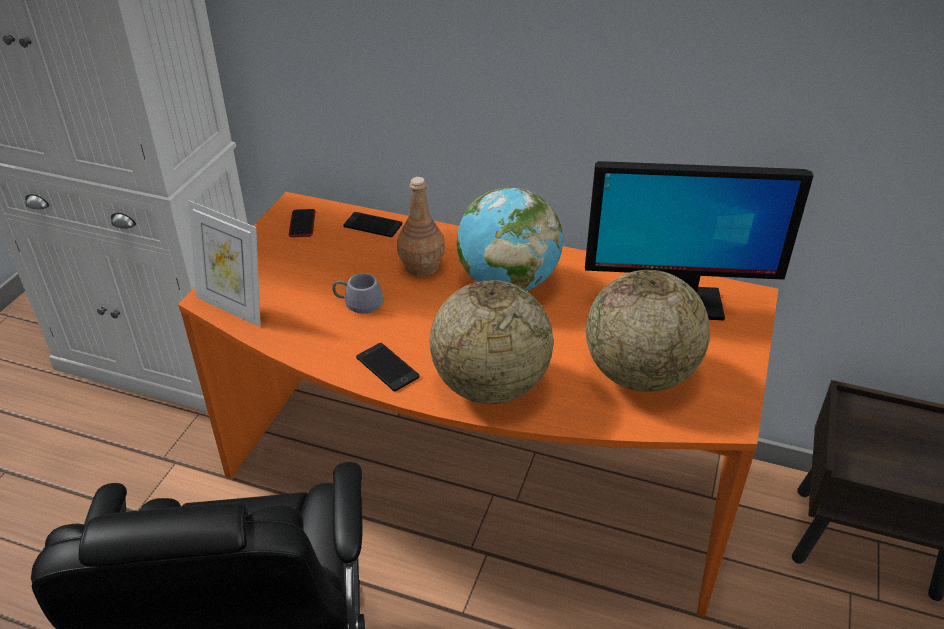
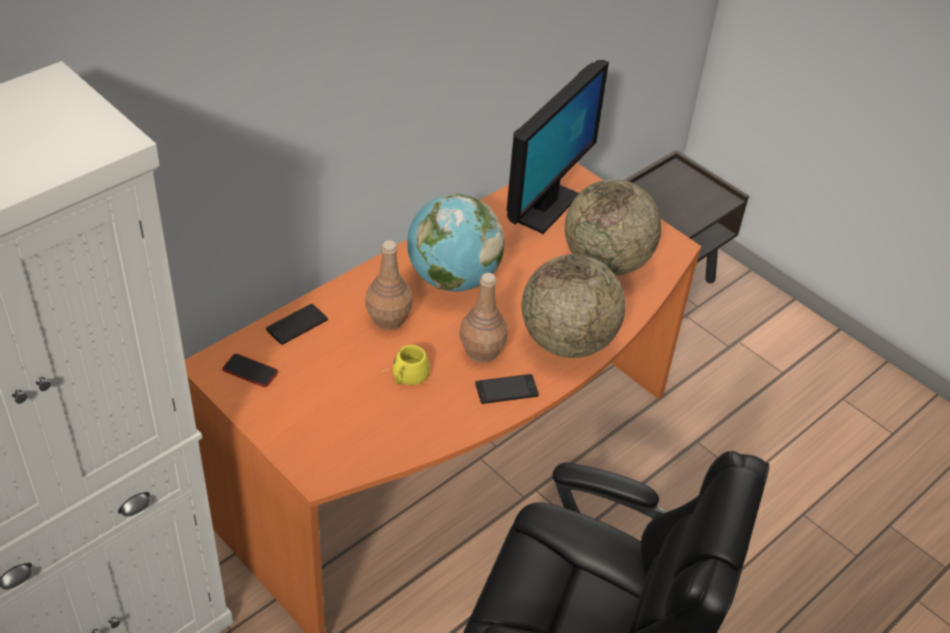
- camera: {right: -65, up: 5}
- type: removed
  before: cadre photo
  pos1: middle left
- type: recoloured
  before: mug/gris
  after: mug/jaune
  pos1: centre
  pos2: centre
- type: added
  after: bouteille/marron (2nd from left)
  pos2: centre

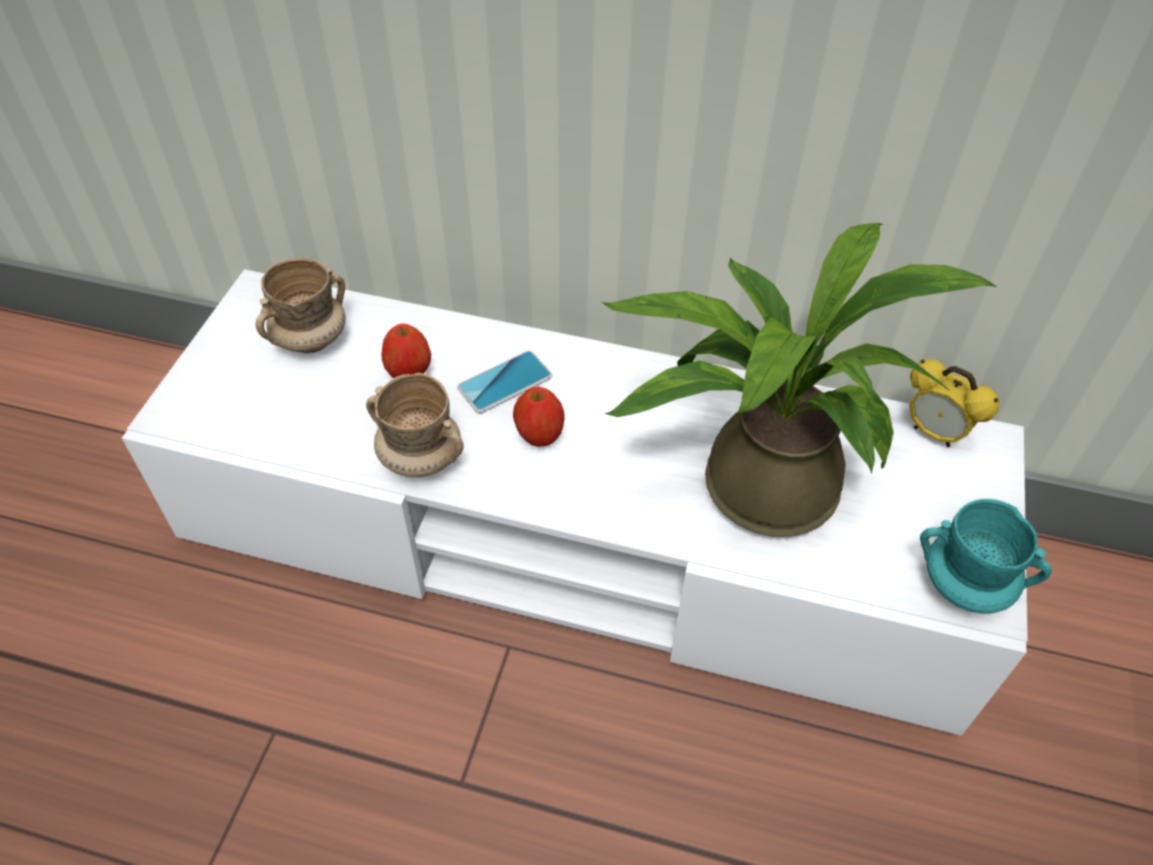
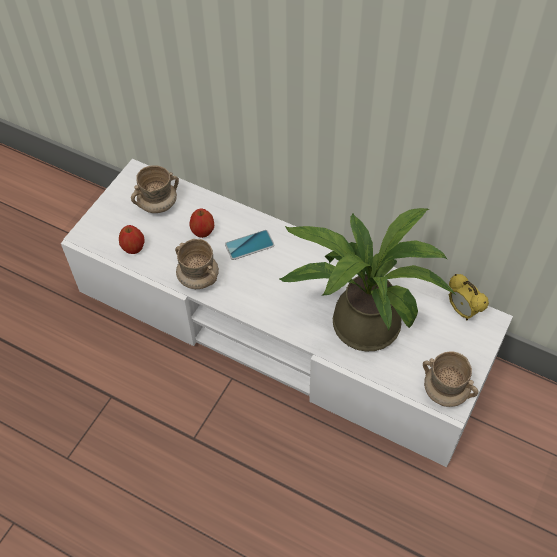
- camera: {right: 15, up: 5}
- type: moved
  before: pomme (2nd from left in the first image)
  after: pomme (1st from left)
  pos1: centre
  pos2: middle left
- type: recoloured
  before: mug/turquoise
  after: mug/beige (3rd from left)
  pos1: middle right
  pos2: bottom right

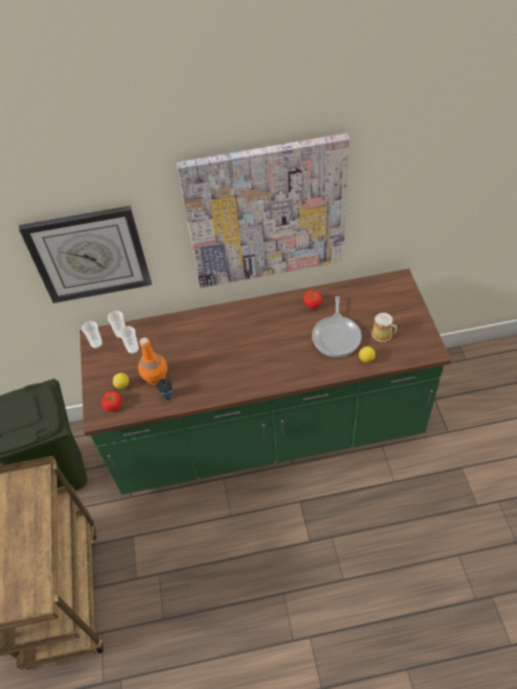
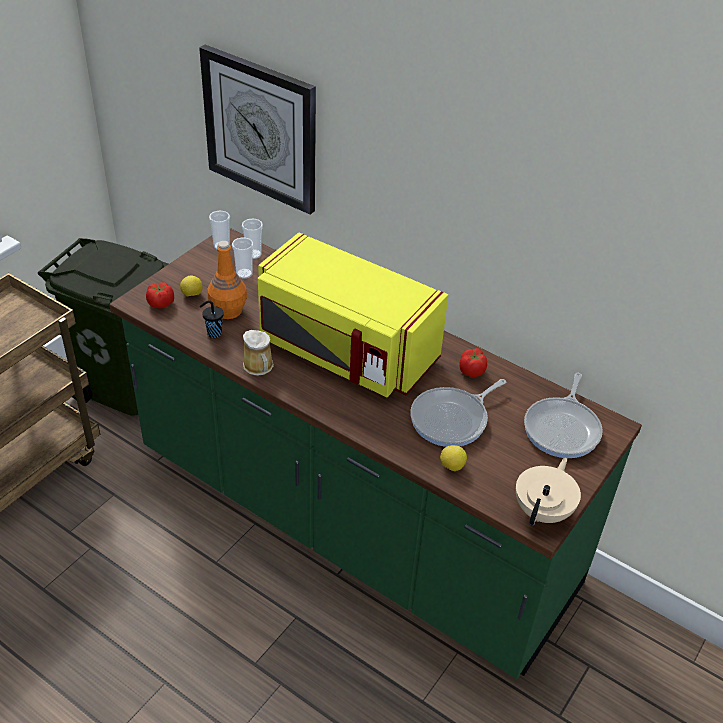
- camera: {right: 40, up: -10}
- type: removed
  before: tableau
  pos1: top centre
- type: moved
  before: mug
  pos1: middle right
  pos2: centre
- type: added
  after: micro-ondes/jaune
  pos2: centre
- type: added
  after: poêle (2nd from left)
  pos2: middle right
- type: added
  after: théière/beige
  pos2: bottom right

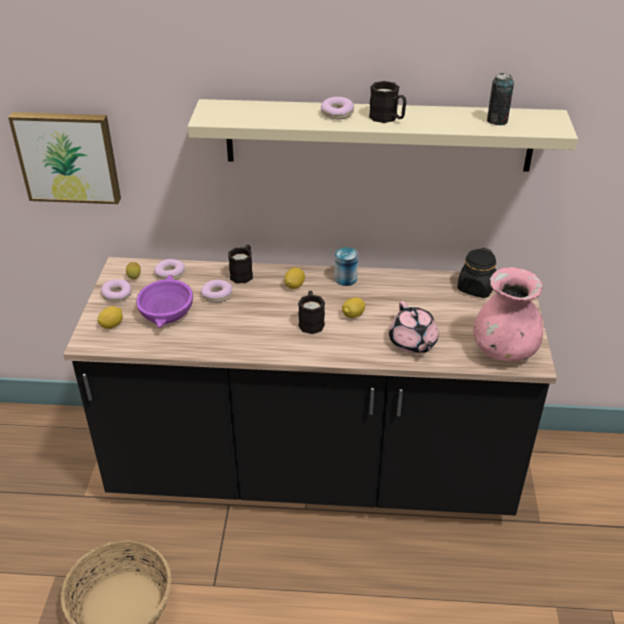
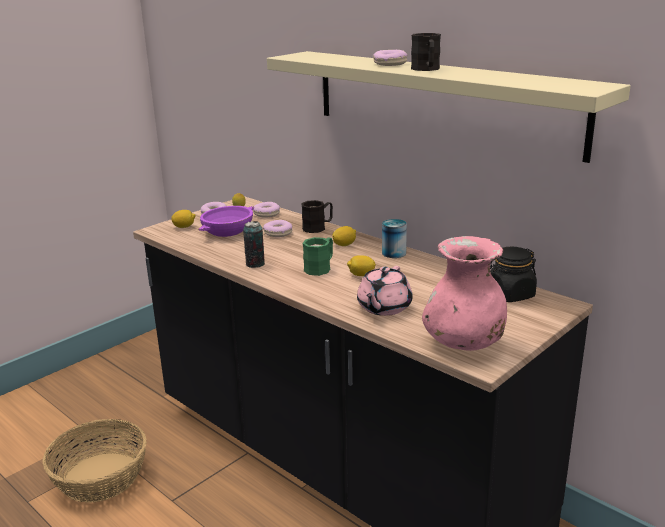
- camera: {right: 40, up: -15}
- type: moved
  before: boîte métallique (2nd from left in the first image)
  after: boîte métallique (1st from left)
  pos1: top right
  pos2: centre
- type: removed
  before: tableau
  pos1: top left
- type: recoloured
  before: mug/noir (2nd from left)
  after: mug/vert
  pos1: centre
  pos2: centre

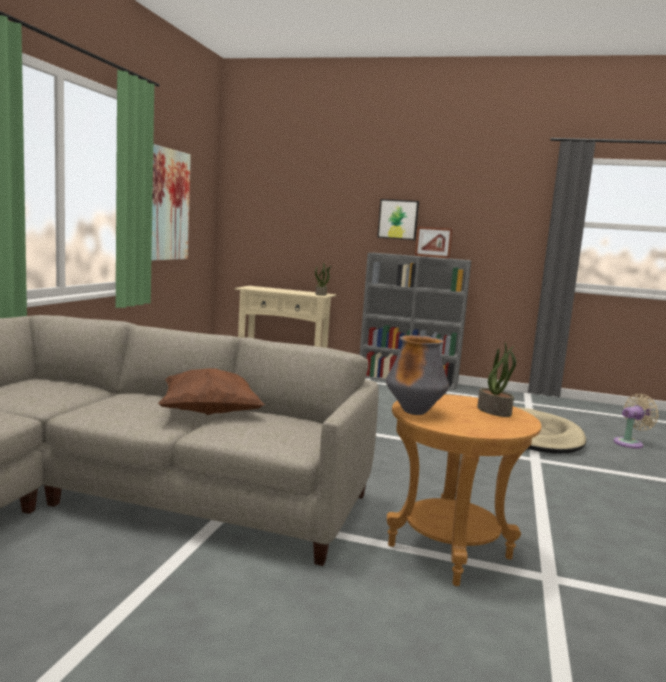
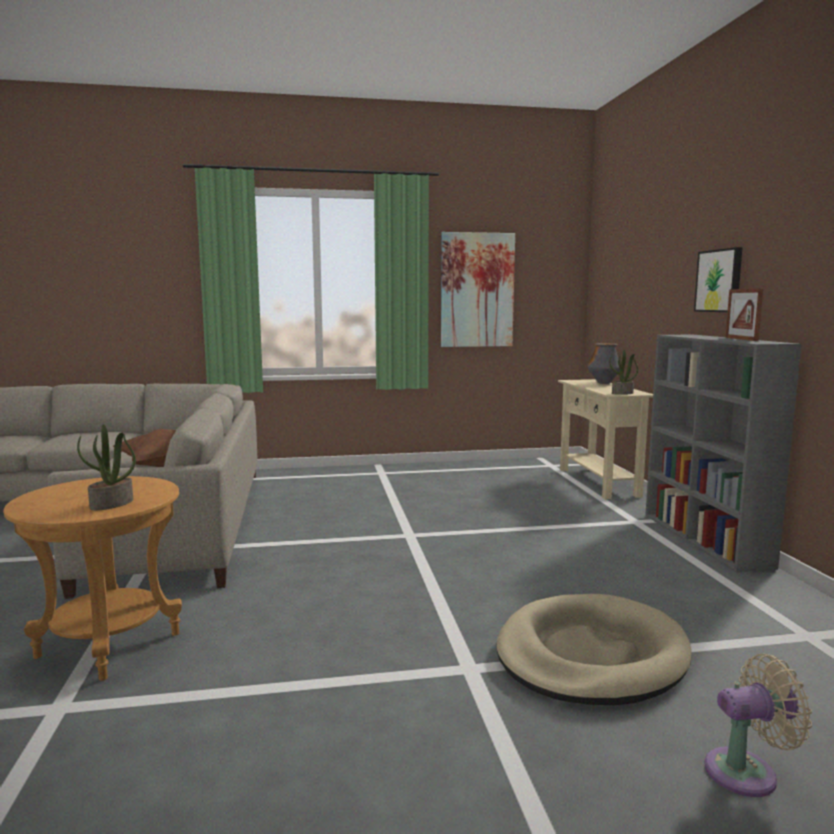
- camera: {right: 65, up: 0}
- type: moved
  before: vase
  pos1: centre
  pos2: middle right
- type: turned
  before: ventilateur/beige
  pos1: middle right
  pos2: bottom right
  turn: -45

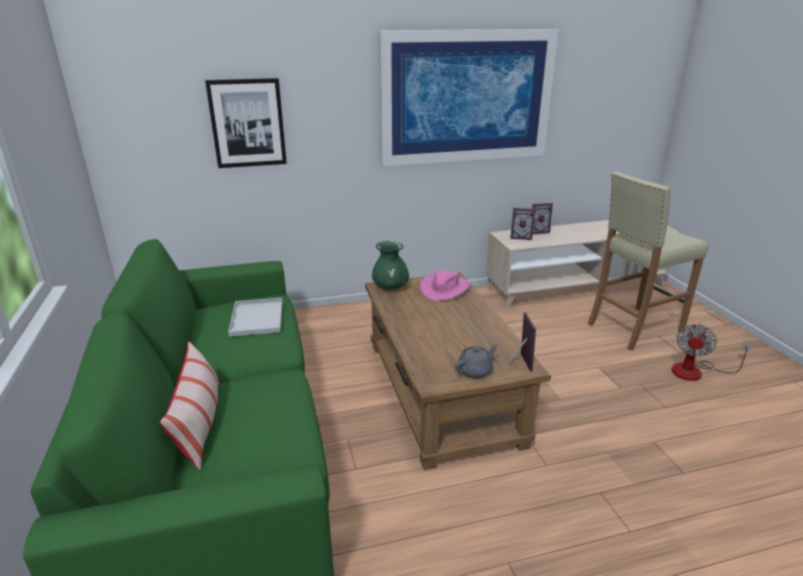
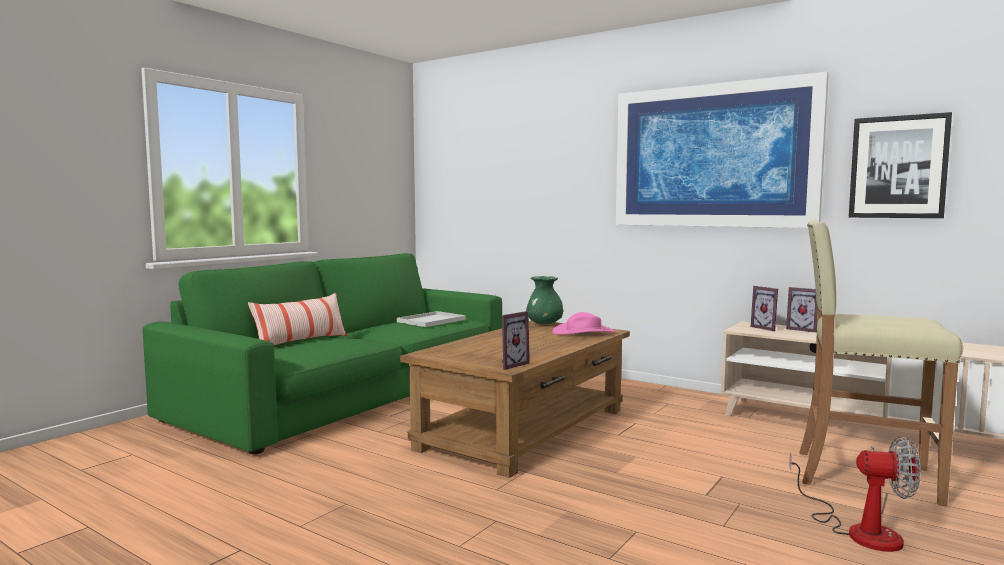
- camera: {right: 50, up: -20}
- type: moved
  before: tableau (1st from left in the first image)
  after: tableau (2nd from left)
  pos1: top left
  pos2: top right
- type: turned
  before: ventilateur
  pos1: middle right
  pos2: bottom right
  turn: -150
- type: removed
  before: théière/gris
  pos1: centre

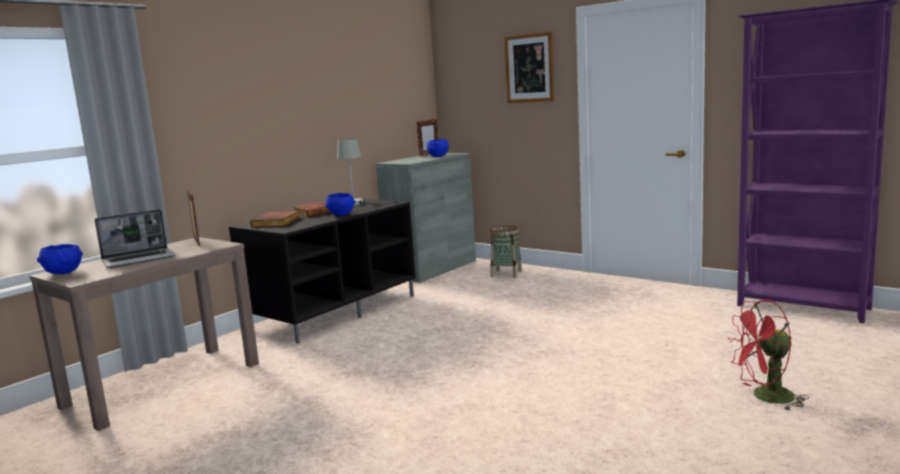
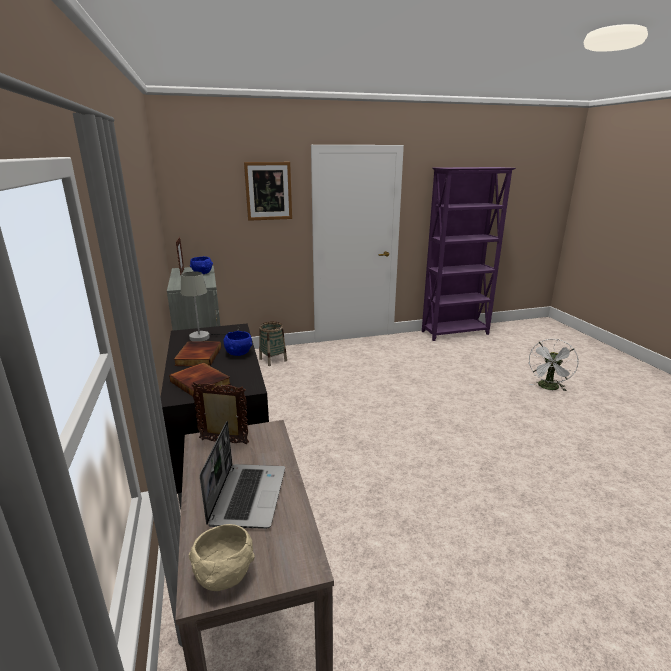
- camera: {right: -55, up: 10}
- type: recoloured
  before: bol/bleu (1st from left)
  after: bol/beige
  pos1: middle left
  pos2: bottom left
- type: recoloured
  before: ventilateur/rouge
  after: ventilateur/blanc
  pos1: bottom right
  pos2: middle right

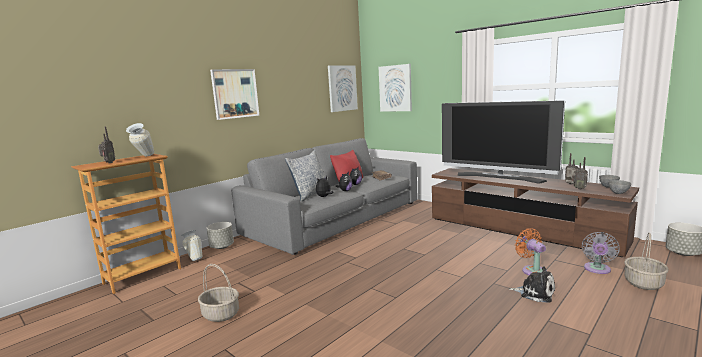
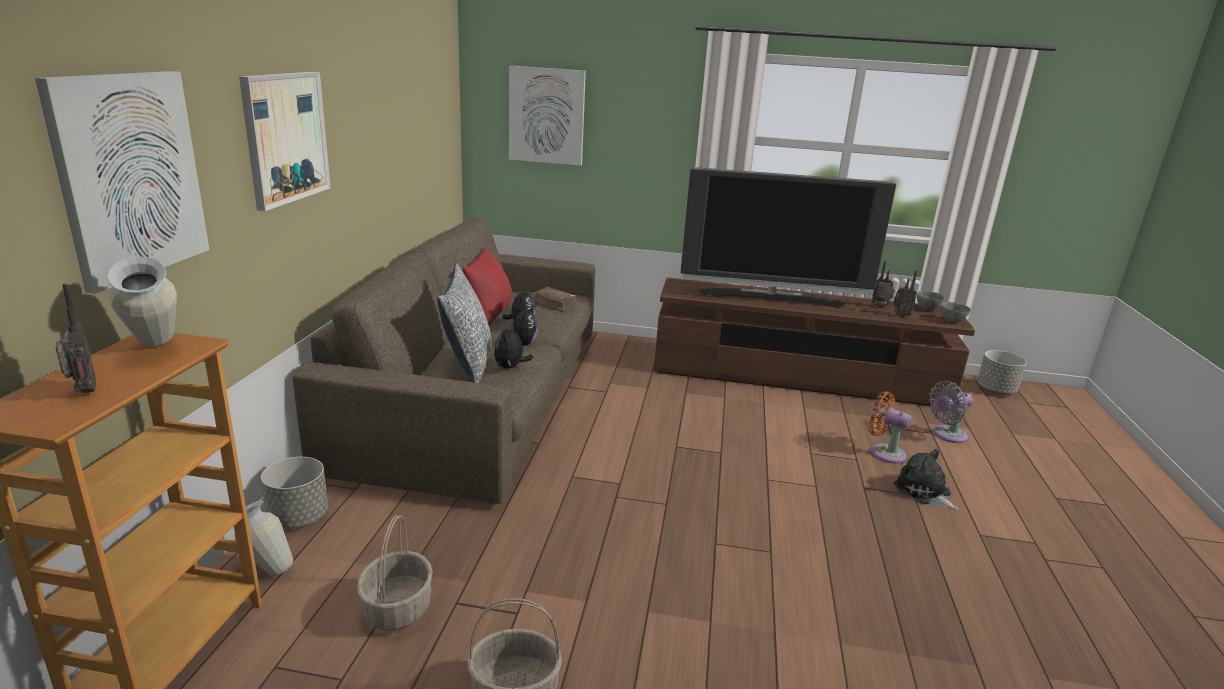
- camera: {right: -35, up: 10}
- type: moved
  before: tableau (2nd from left in the first image)
  after: tableau (1st from left)
  pos1: top centre
  pos2: top left
- type: recoloured
  before: canapé/gris
  after: canapé/marron
  pos1: centre
  pos2: centre
- type: turned
  before: ventilateur/gris
  pos1: bottom right
  pos2: middle right
  turn: 75
- type: moved
  before: panier (2nd from left in the first image)
  after: panier (1st from left)
  pos1: bottom right
  pos2: bottom left
- type: turned
  before: peluche (4th from left)
  pos1: bottom right
  pos2: bottom right
  turn: -120

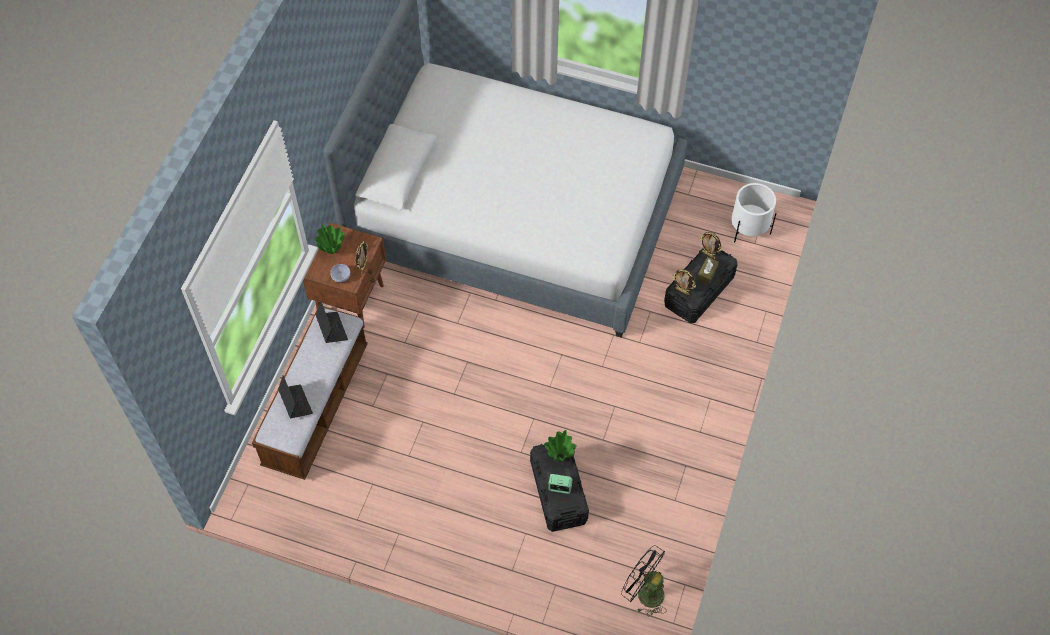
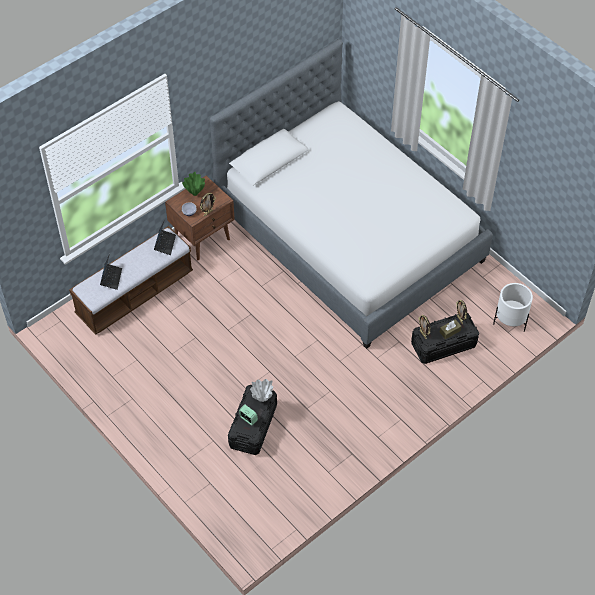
- camera: {right: 30, up: -5}
- type: recoloured
  before: vase/vert (2nd from left)
  after: vase/blanc
  pos1: bottom centre
  pos2: centre
- type: removed
  before: ventilateur/noir
  pos1: bottom centre

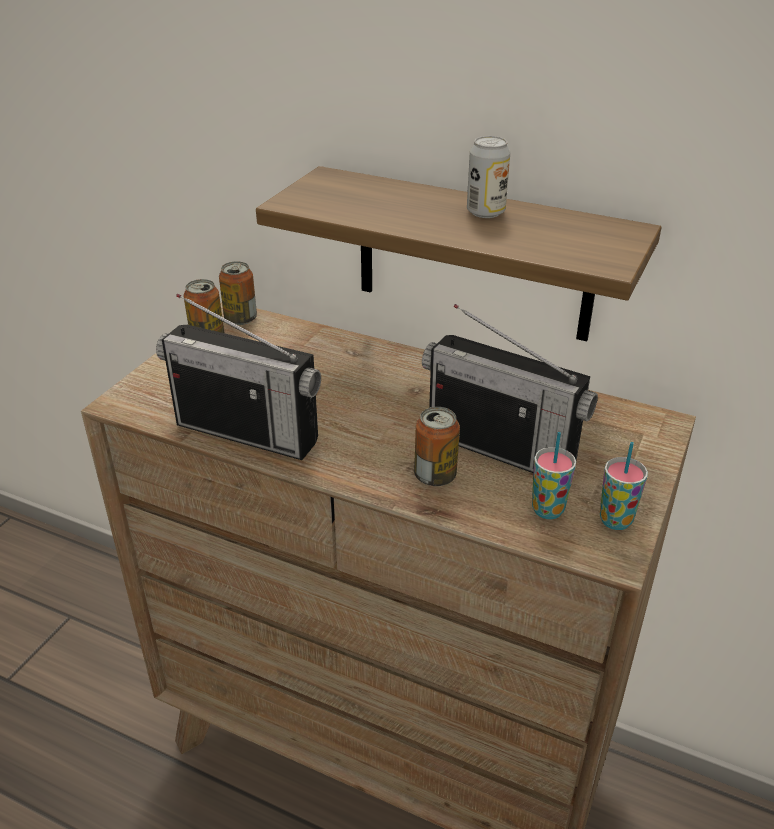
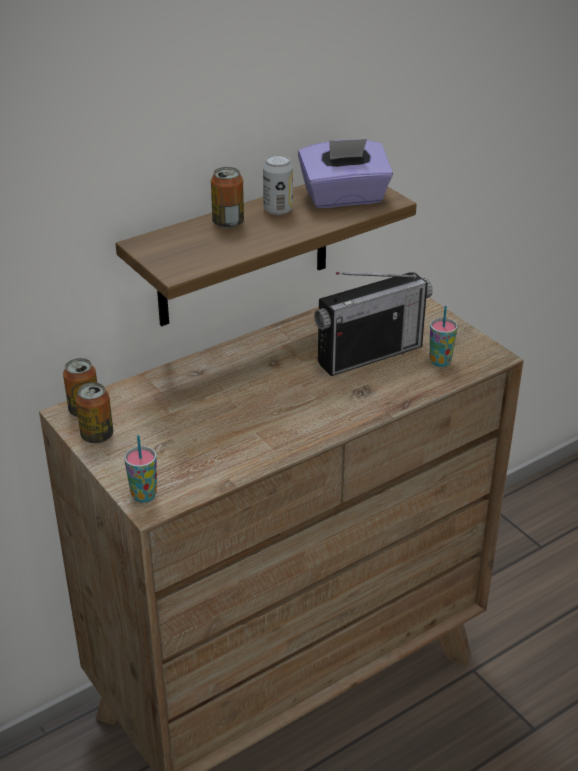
- camera: {right: -60, up: 0}
- type: removed
  before: radio (1st from left)
  pos1: middle left
- type: moved
  before: boîte métallique (3rd from left)
  pos1: centre
  pos2: top centre
- type: moved
  before: tasse (2nd from left in the first image)
  after: tasse (1st from left)
  pos1: middle right
  pos2: middle left
- type: added
  after: boîte à mouchoirs/violet
  pos2: top centre

